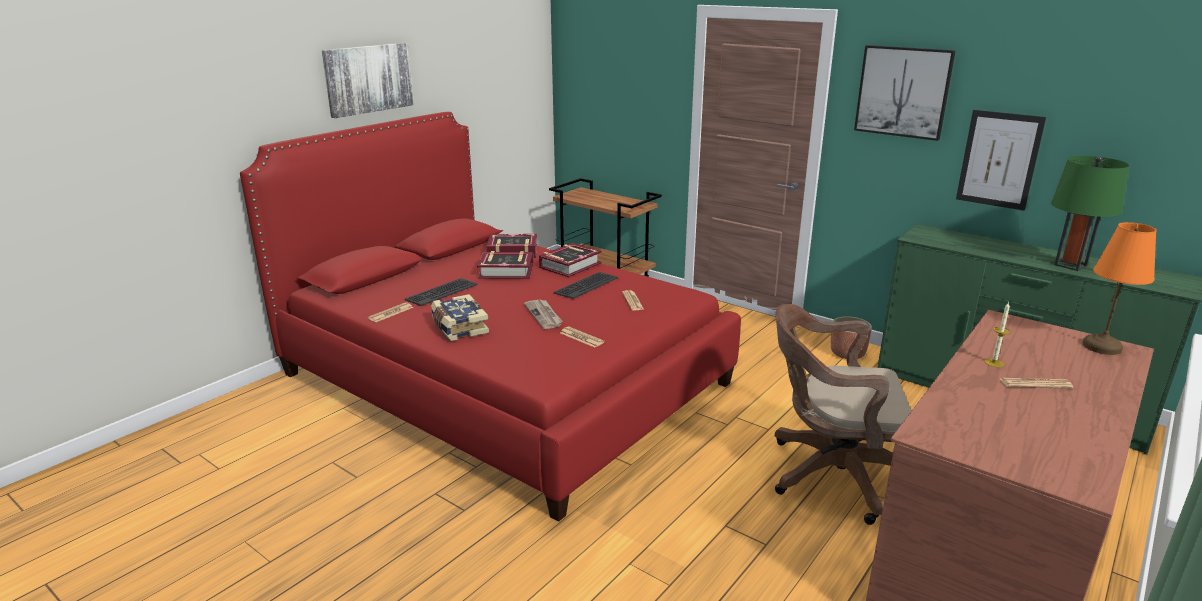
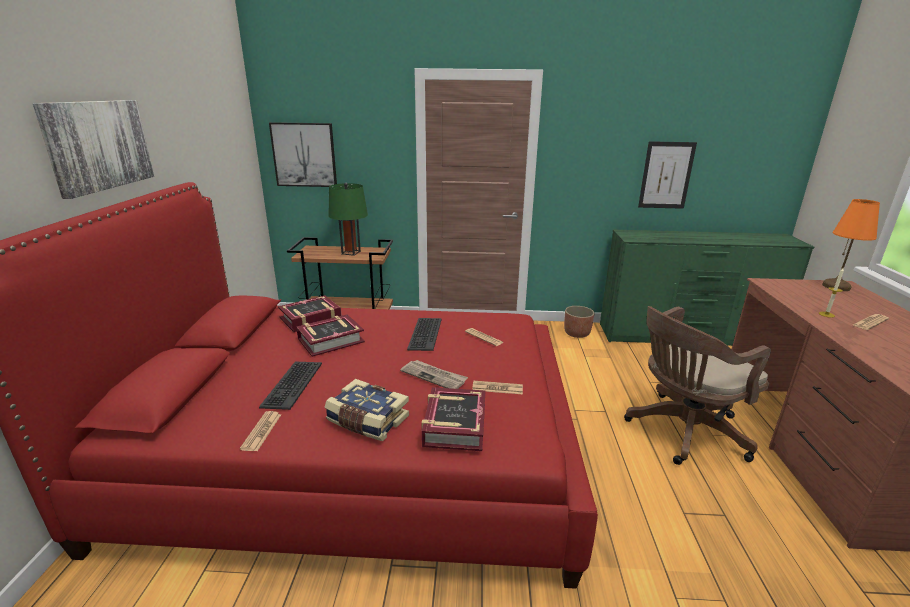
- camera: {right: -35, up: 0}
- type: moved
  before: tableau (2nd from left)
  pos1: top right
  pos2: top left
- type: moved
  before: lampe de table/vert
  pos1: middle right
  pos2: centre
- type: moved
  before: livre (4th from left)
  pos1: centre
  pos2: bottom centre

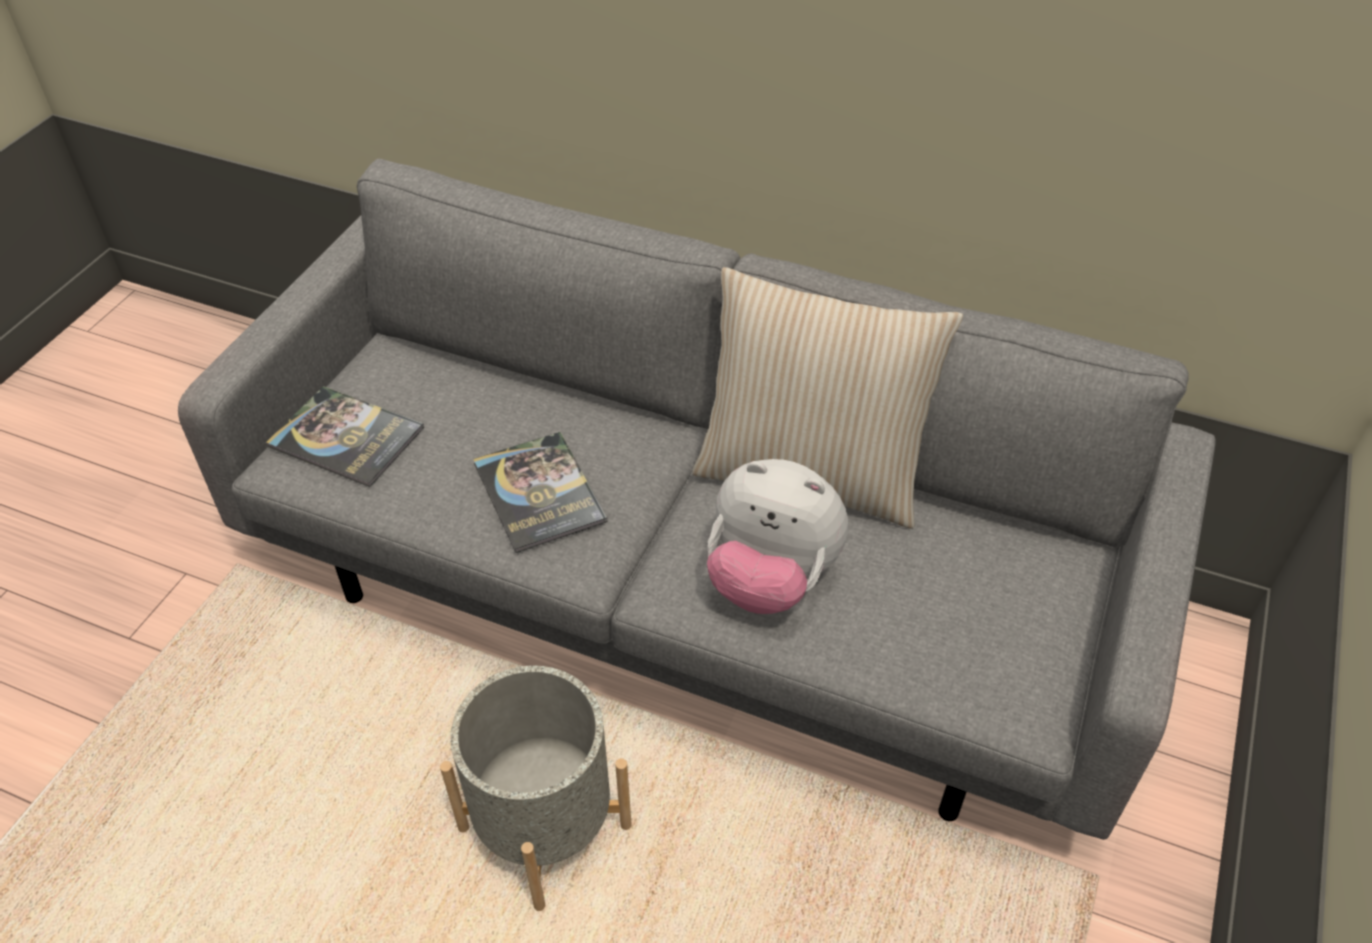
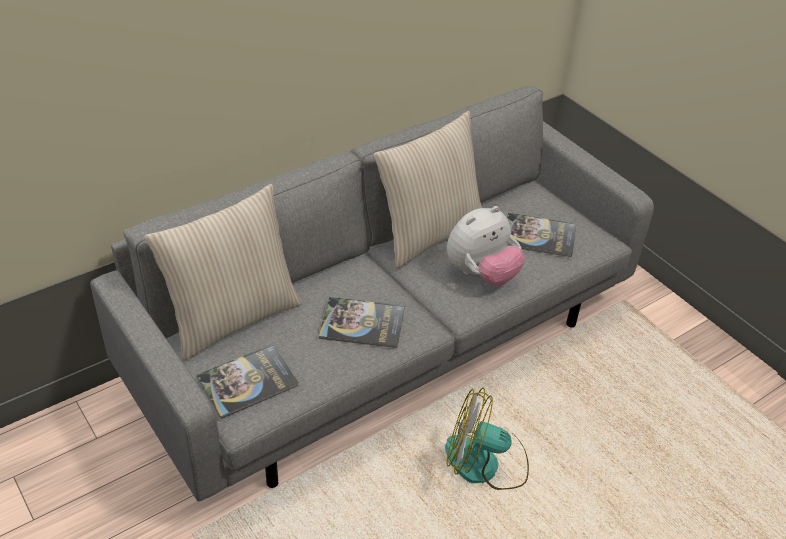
- camera: {right: -60, up: -5}
- type: replaced
  before: cache-pot/gris
  after: ventilateur
  pos1: bottom centre
  pos2: bottom centre
- type: added
  after: coussin/beige (1st from left)
  pos2: middle left
- type: added
  after: livre (3rd from left)
  pos2: middle right

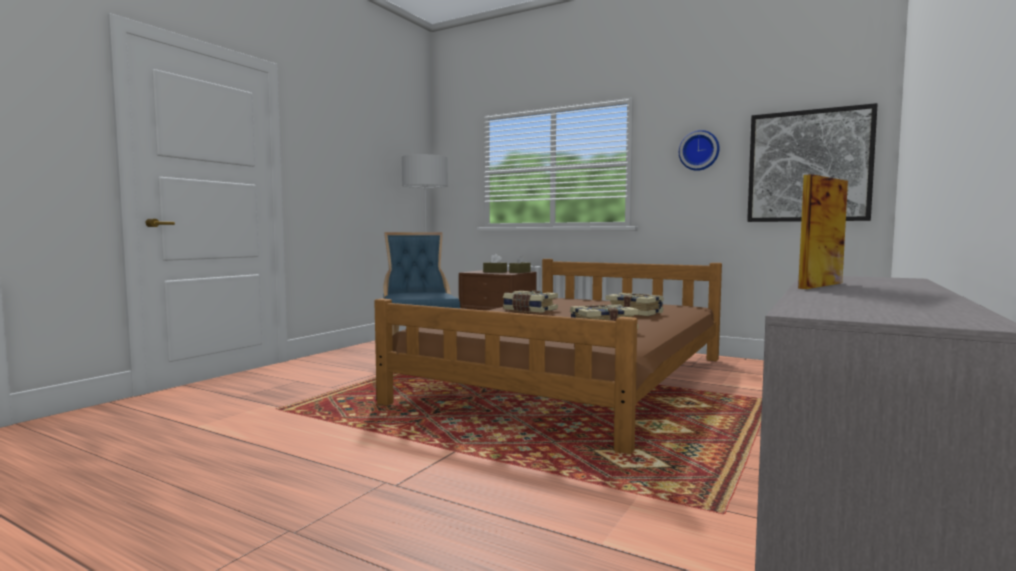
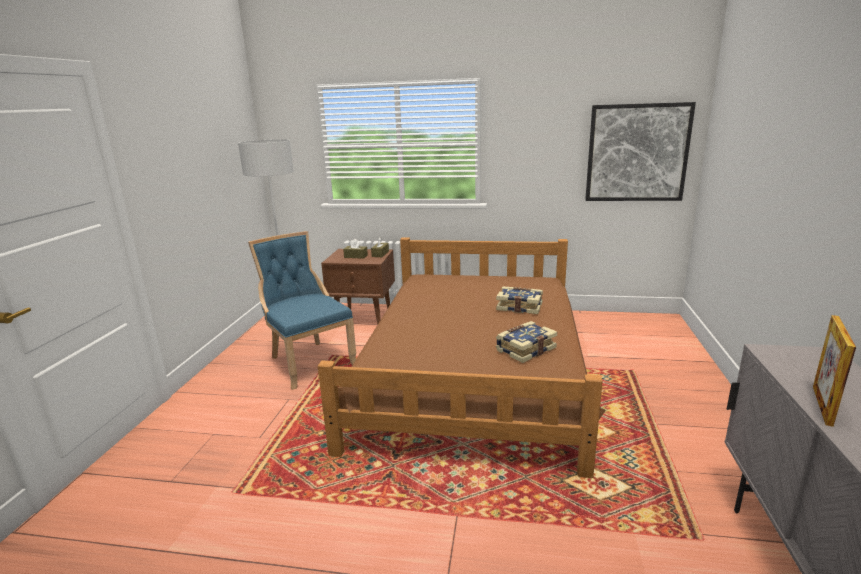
- camera: {right: -20, up: 15}
- type: removed
  before: horloge murale
  pos1: top right
- type: removed
  before: livre (1st from left)
  pos1: centre

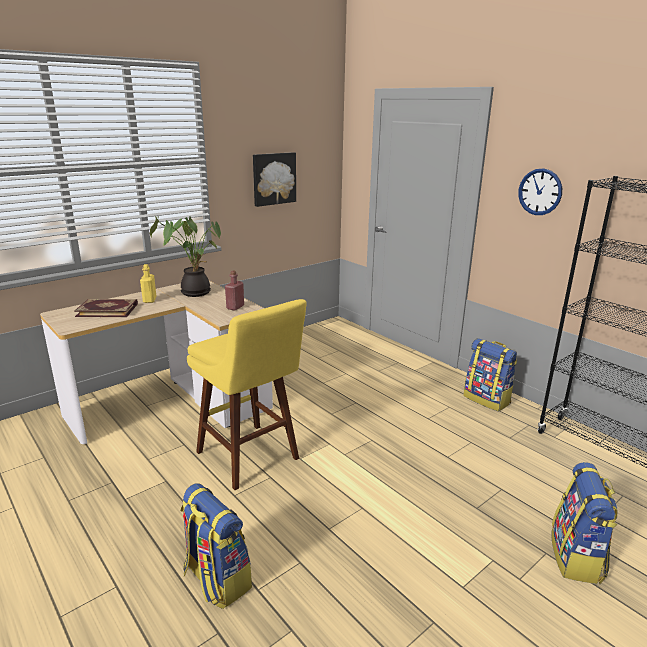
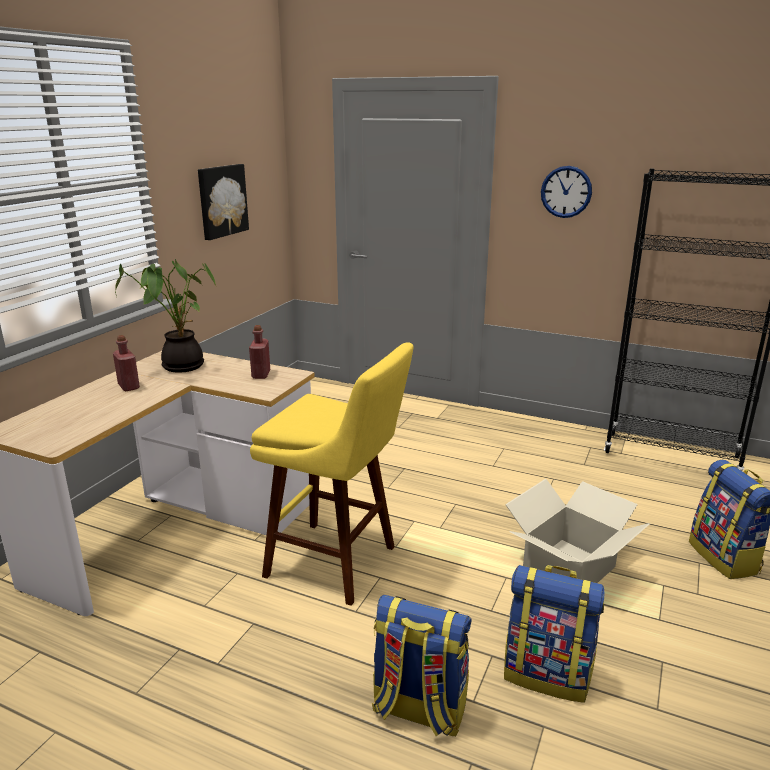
- camera: {right: -25, up: 0}
- type: recoloured
  before: bouteille/jaune
  after: bouteille/rouge (1st from left)
  pos1: middle left
  pos2: middle left
- type: removed
  before: livre
  pos1: middle left
- type: moved
  before: sac à dos (2nd from left)
  pos1: middle right
  pos2: bottom right
- type: added
  after: carton
  pos2: bottom right

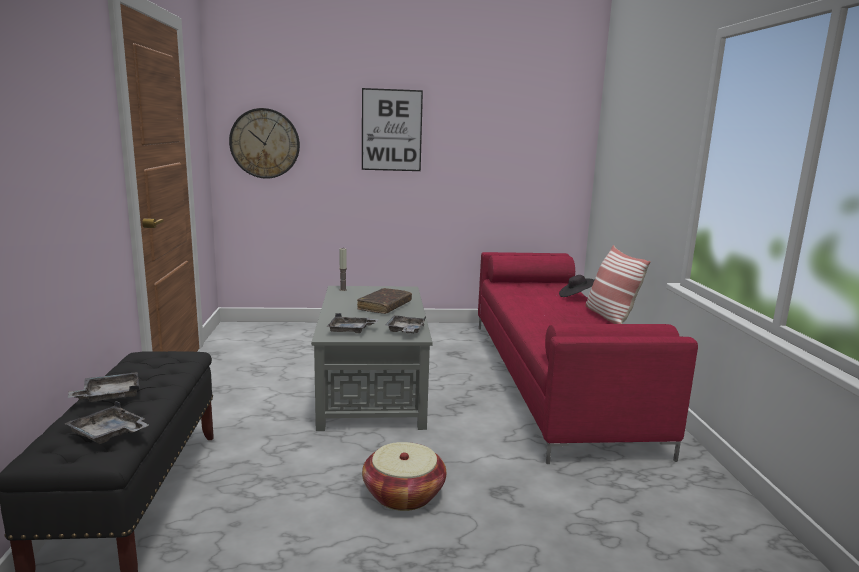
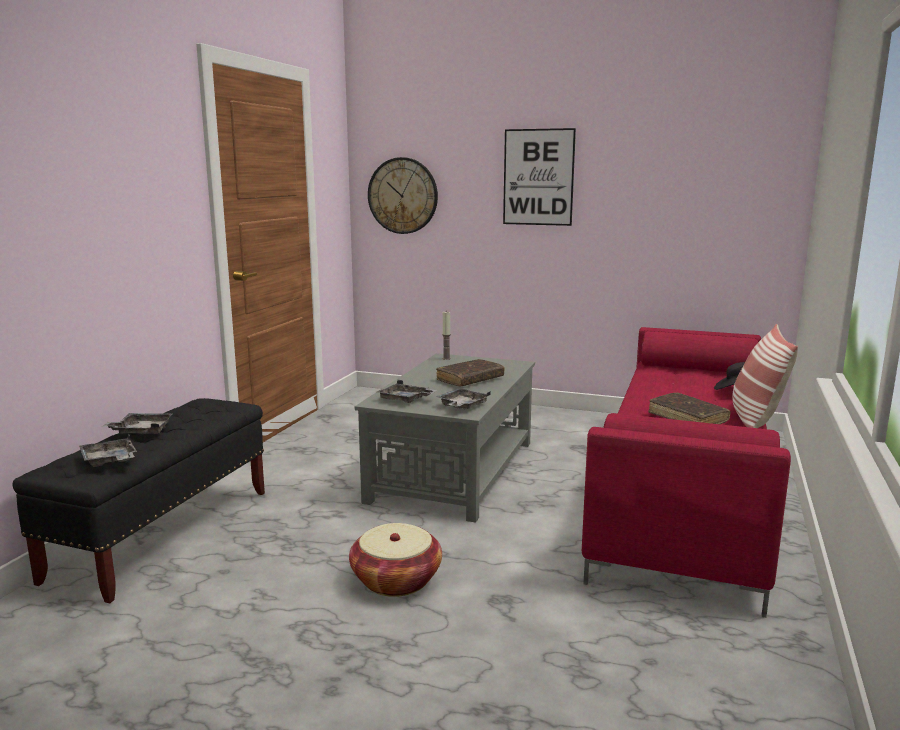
- camera: {right: 25, up: 0}
- type: added
  after: livre/marron (2nd from left)
  pos2: middle right

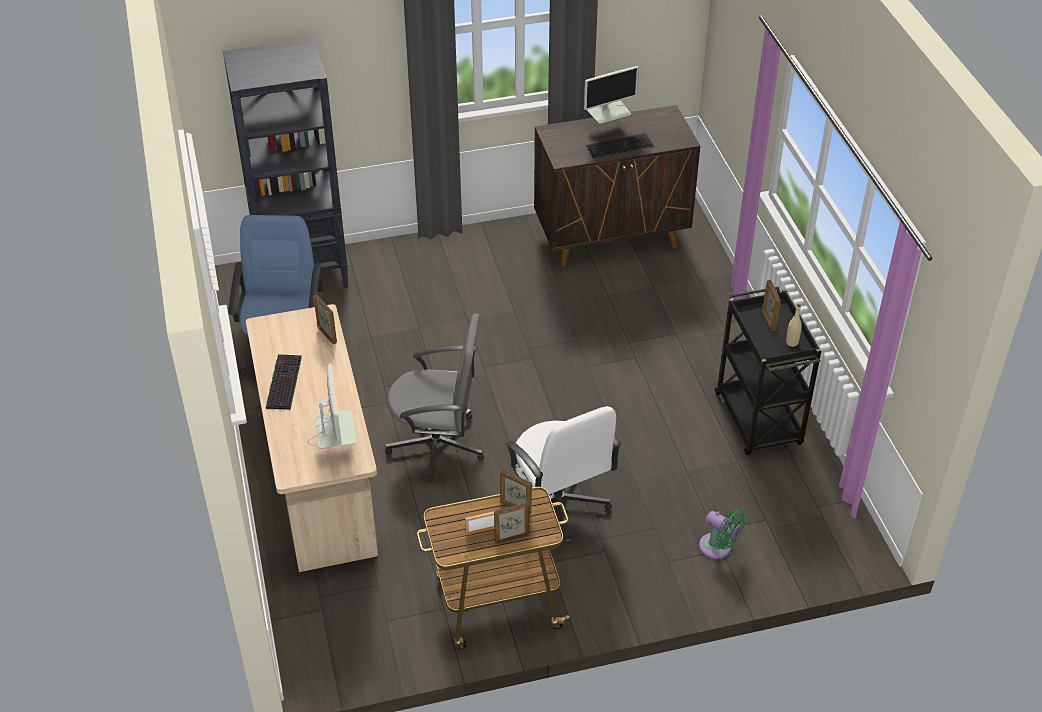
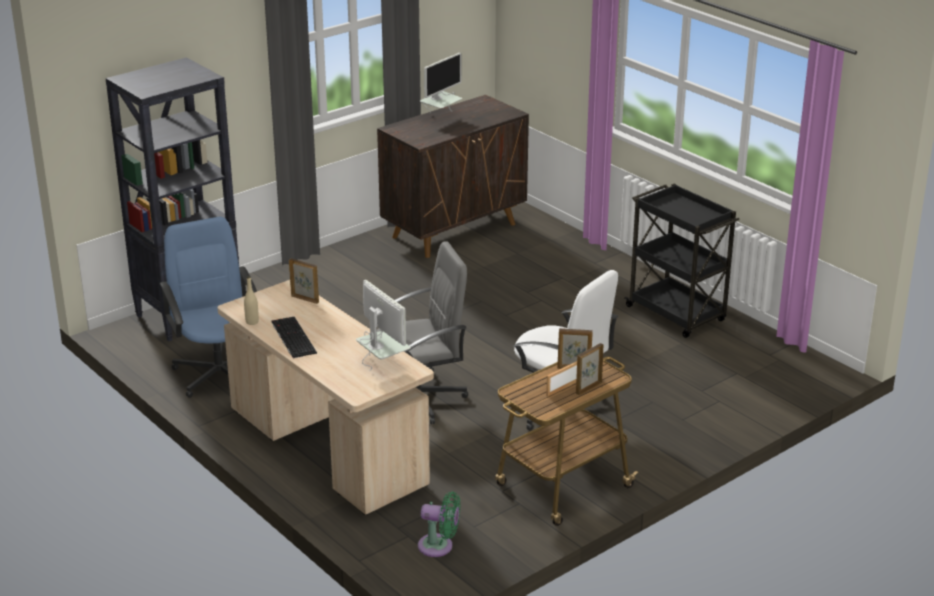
- camera: {right: -25, up: -15}
- type: removed
  before: clavier (2nd from left)
  pos1: top centre
- type: removed
  before: cadre photo (5th from left)
  pos1: middle right
- type: moved
  before: bouteille/beige
  pos1: middle right
  pos2: middle left
- type: moved
  before: ventilateur/vert
  pos1: bottom right
  pos2: bottom centre

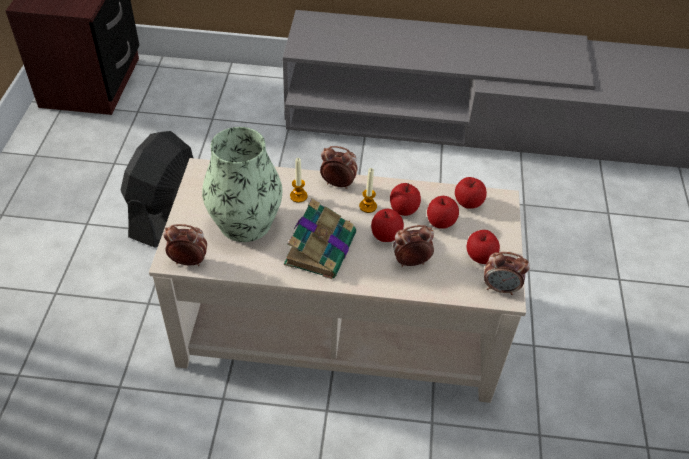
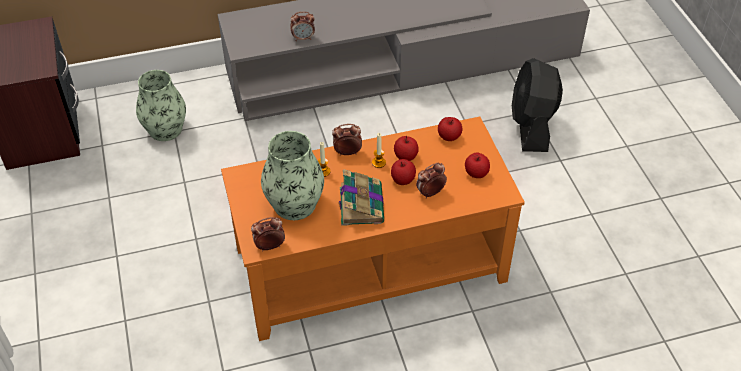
- camera: {right: -20, up: 0}
- type: moved
  before: ventilateur/noir
  pos1: middle left
  pos2: top right
- type: recoloured
  before: table basse/beige
  after: table basse/orange
  pos1: centre
  pos2: centre
- type: removed
  before: pomme (3rd from left)
  pos1: centre
- type: moved
  before: réveil (4th from left in the first image)
  after: réveil (2nd from left)
  pos1: middle right
  pos2: top centre
- type: added
  after: vase (1st from left)
  pos2: top left

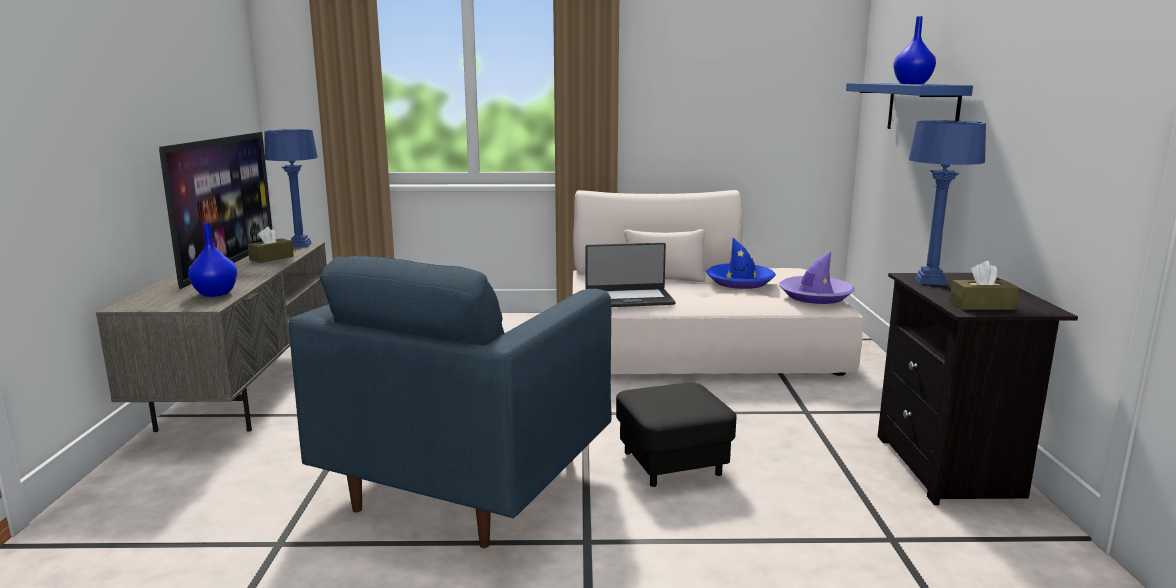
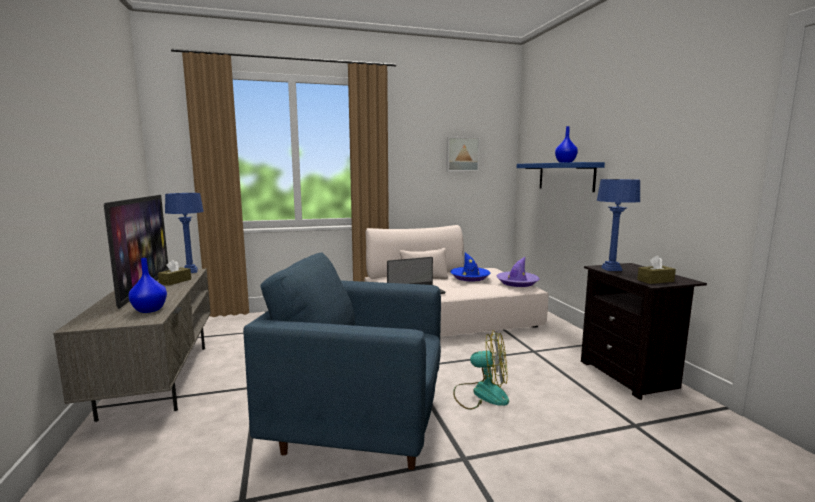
- camera: {right: -15, up: -5}
- type: turned
  before: fauteuil/bleu
  pos1: bottom centre
  pos2: bottom centre
  turn: 90
- type: replaced
  before: pouf/noir
  after: ventilateur
  pos1: bottom centre
  pos2: bottom centre
- type: added
  after: tableau
  pos2: top centre

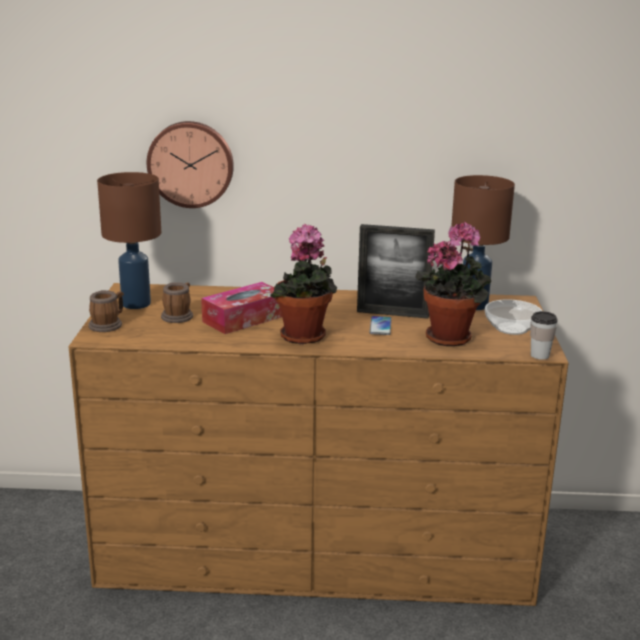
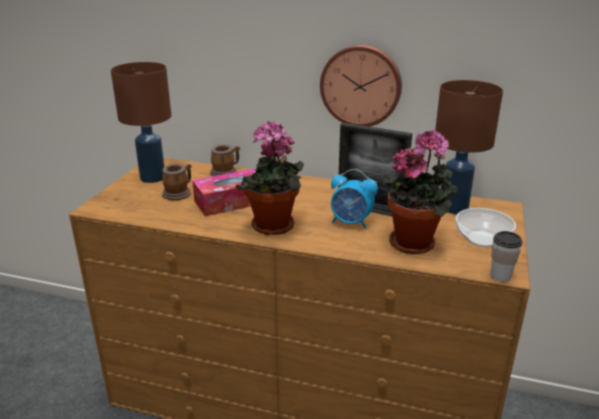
- camera: {right: 15, up: 5}
- type: moved
  before: horloge murale
  pos1: top left
  pos2: top centre
- type: moved
  before: mug (1st from left in the first image)
  after: mug (2nd from left)
  pos1: middle left
  pos2: centre
- type: replaced
  before: téléphone
  after: réveil
  pos1: centre
  pos2: centre

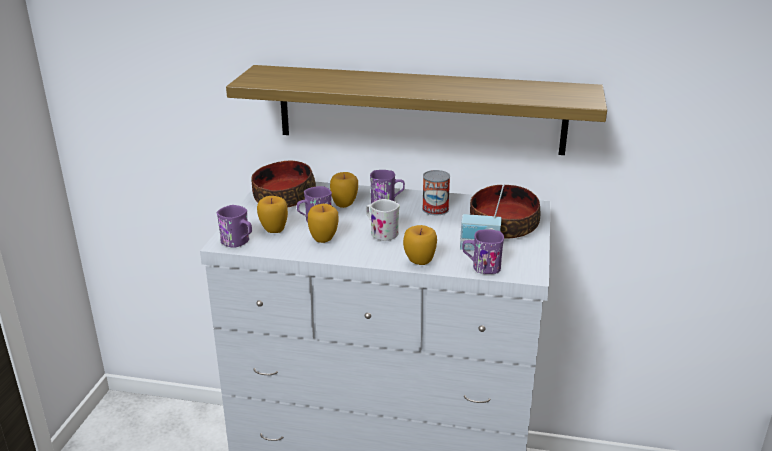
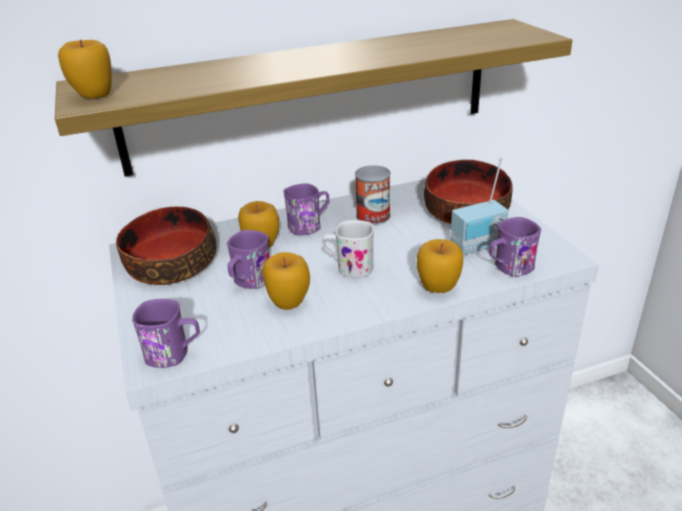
- camera: {right: -30, up: 5}
- type: moved
  before: pomme (1st from left)
  pos1: centre
  pos2: top left

